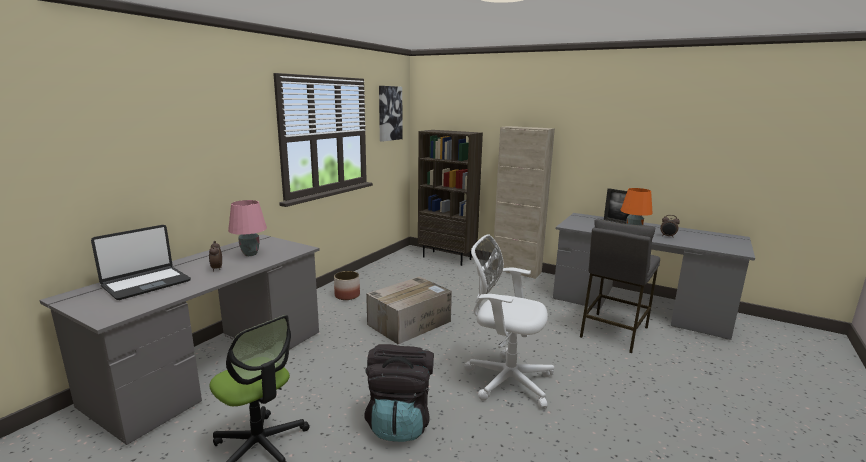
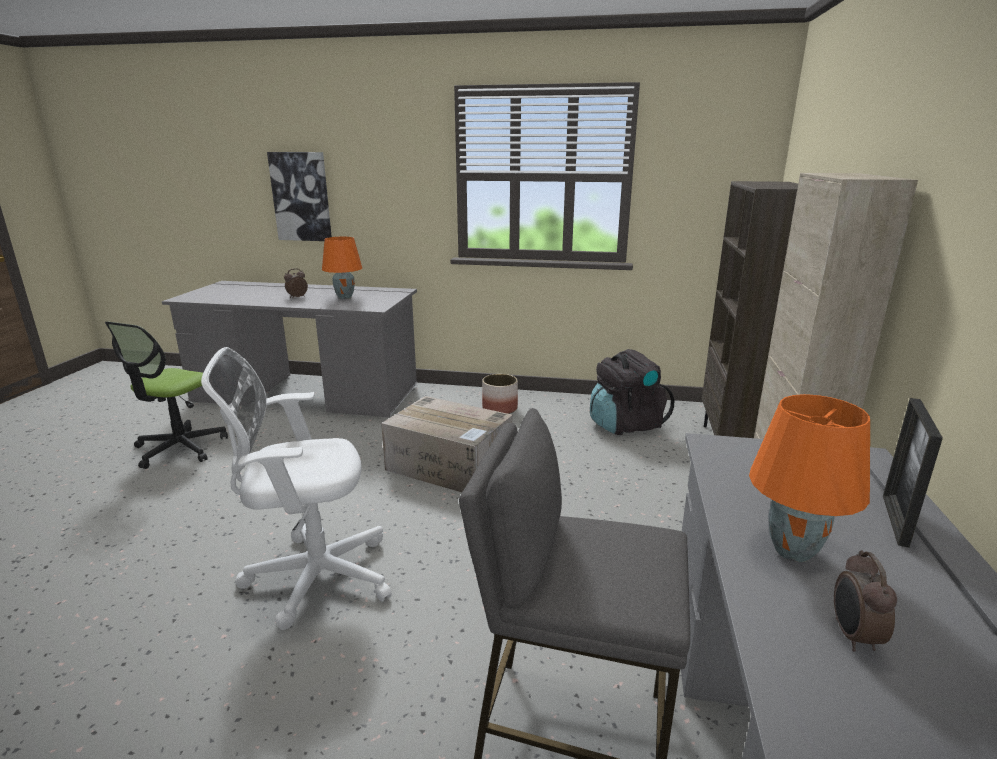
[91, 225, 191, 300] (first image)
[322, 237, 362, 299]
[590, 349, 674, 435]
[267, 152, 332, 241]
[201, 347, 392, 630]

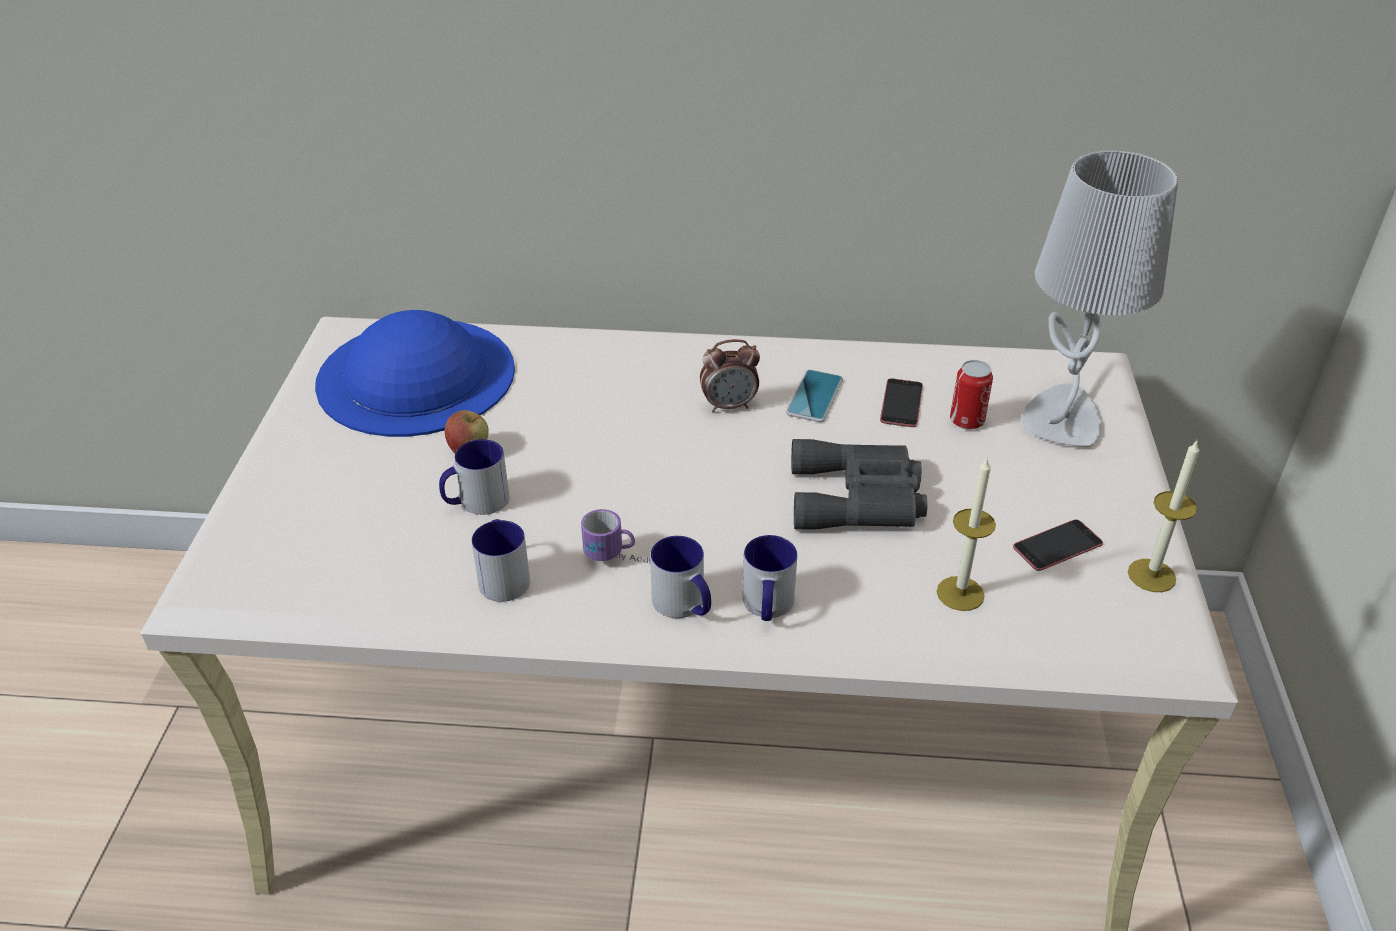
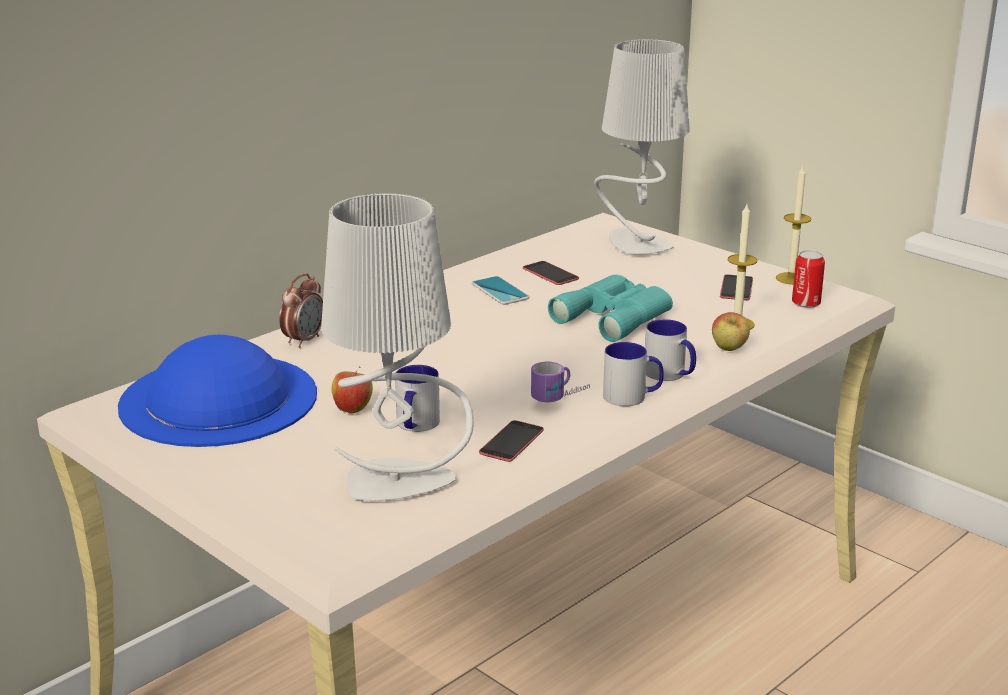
[479, 420, 544, 462]
[279, 273, 323, 348]
[548, 275, 673, 342]
[792, 250, 825, 308]
[321, 193, 474, 501]
[712, 312, 750, 351]

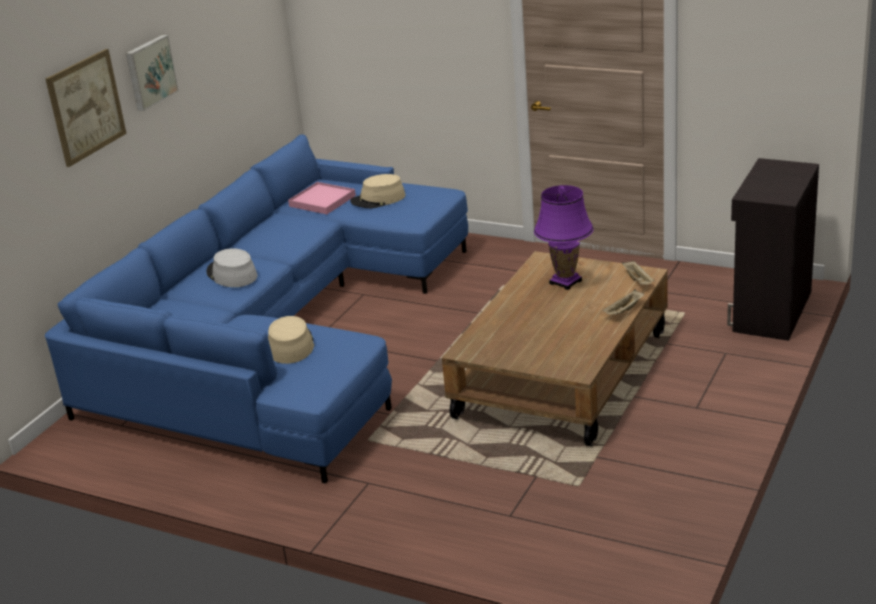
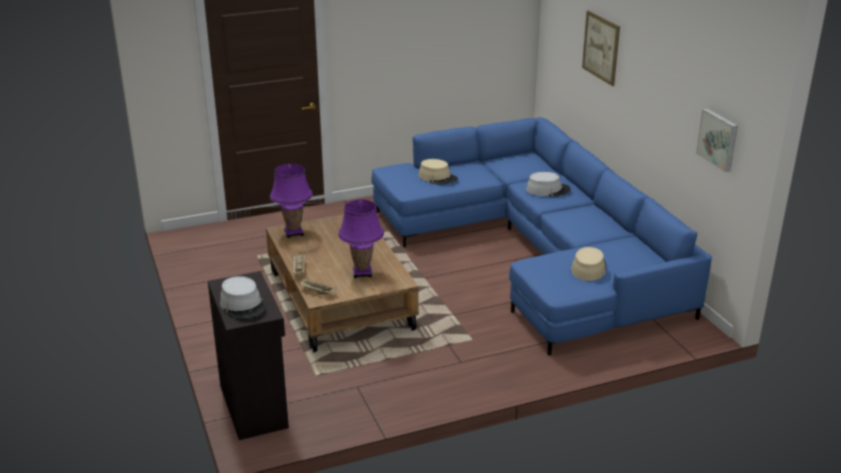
[696, 108, 738, 172]
[288, 182, 356, 214] (first image)
[220, 276, 267, 319]
[270, 164, 313, 238]

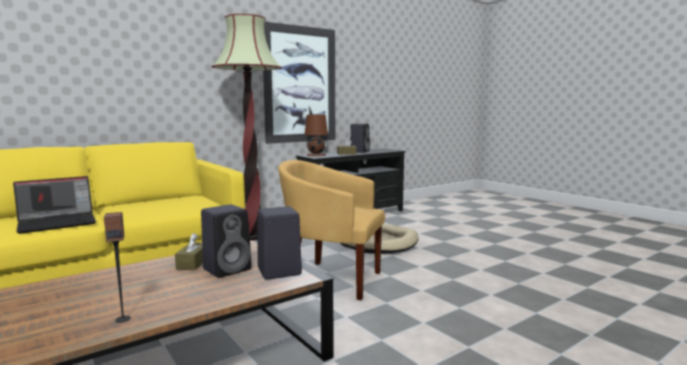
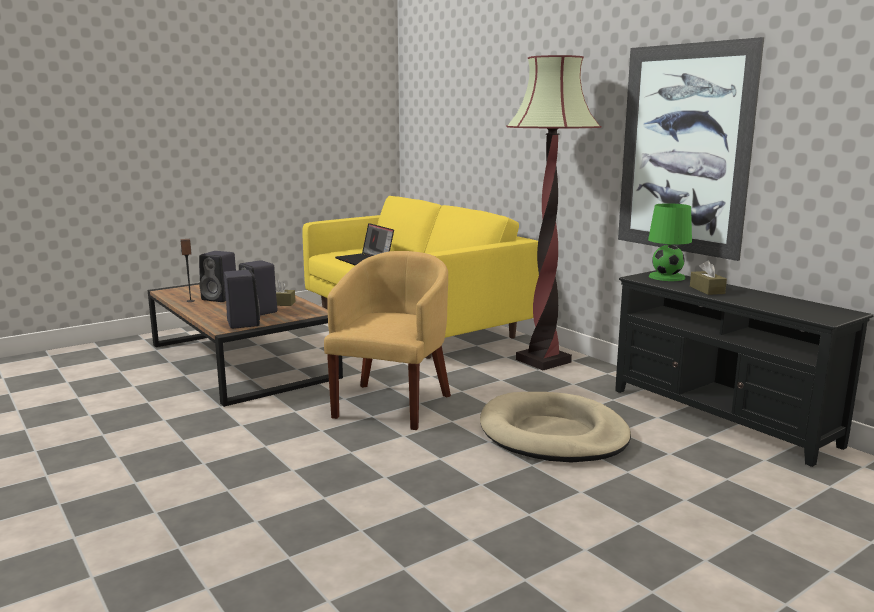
[648, 203, 692, 281]
[199, 251, 236, 302]

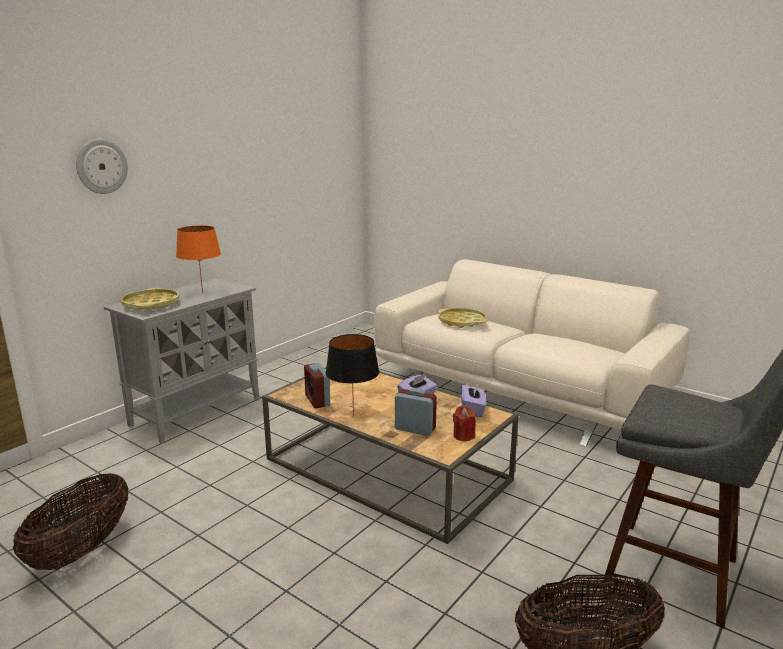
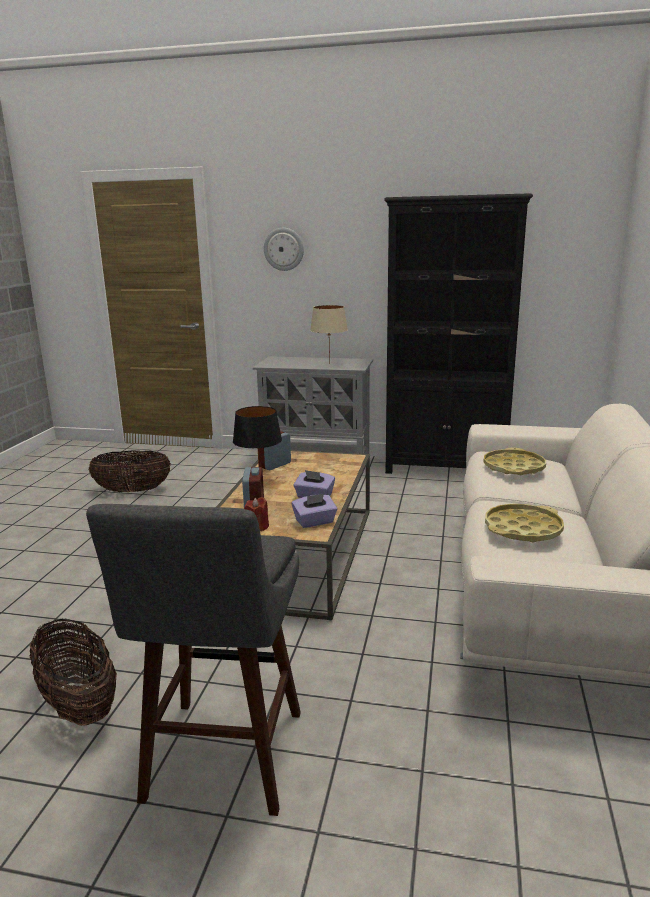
[485, 504, 564, 542]
[310, 305, 348, 364]
[384, 193, 533, 474]

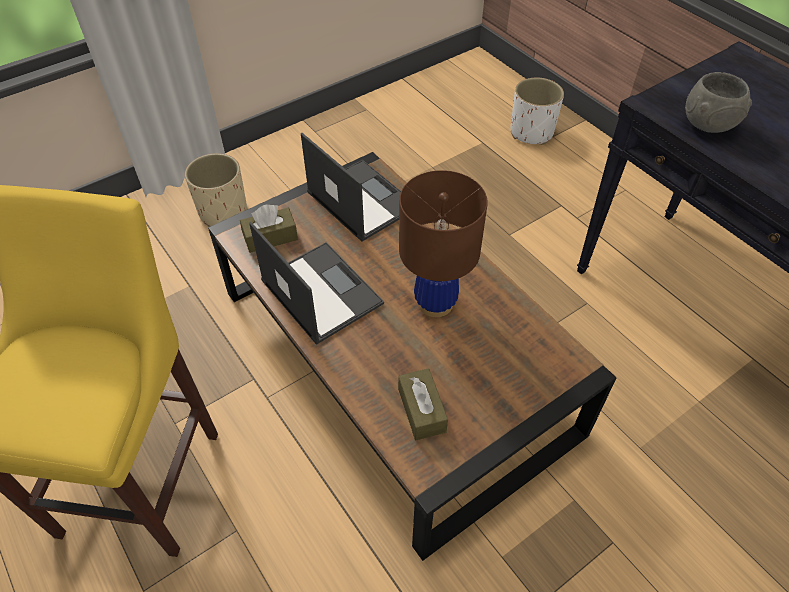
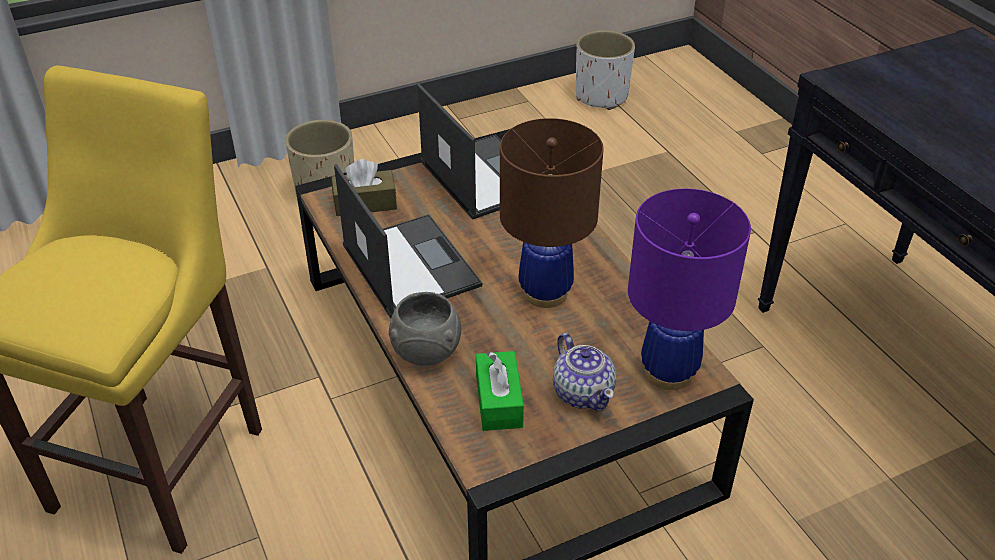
[476, 351, 524, 431]
[576, 30, 635, 110]
[389, 292, 461, 366]
[553, 333, 616, 411]
[628, 189, 751, 390]

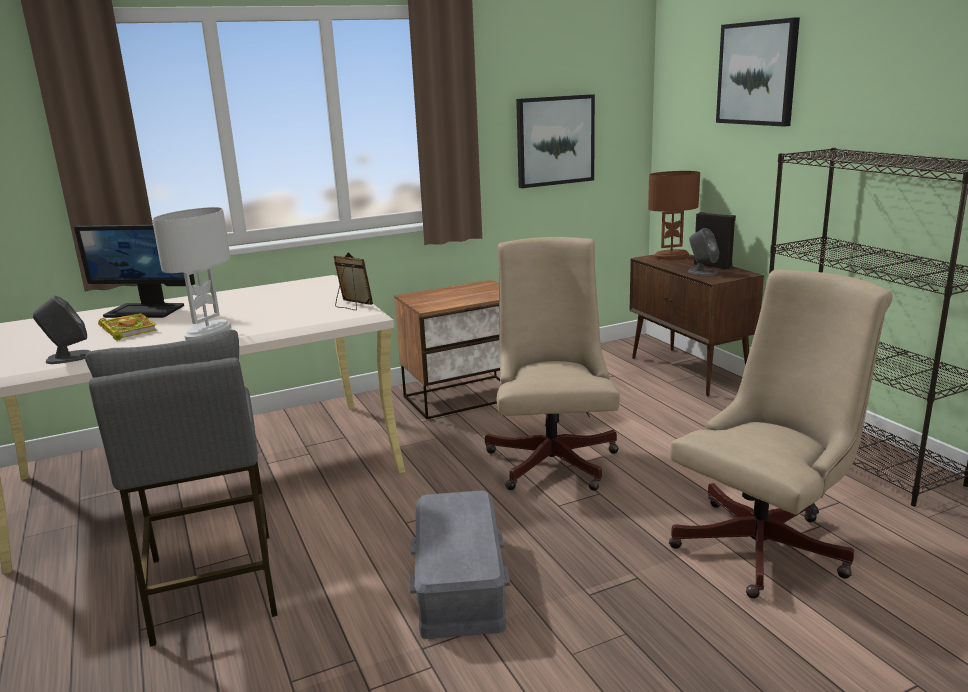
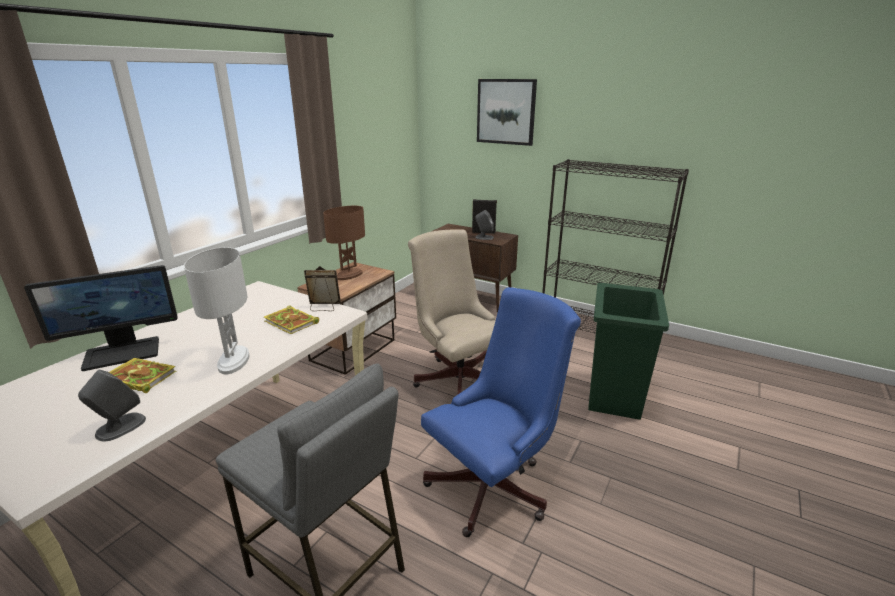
[421, 287, 581, 537]
[516, 94, 595, 188] (first image)
[323, 206, 365, 280]
[588, 283, 669, 420]
[264, 305, 319, 334]

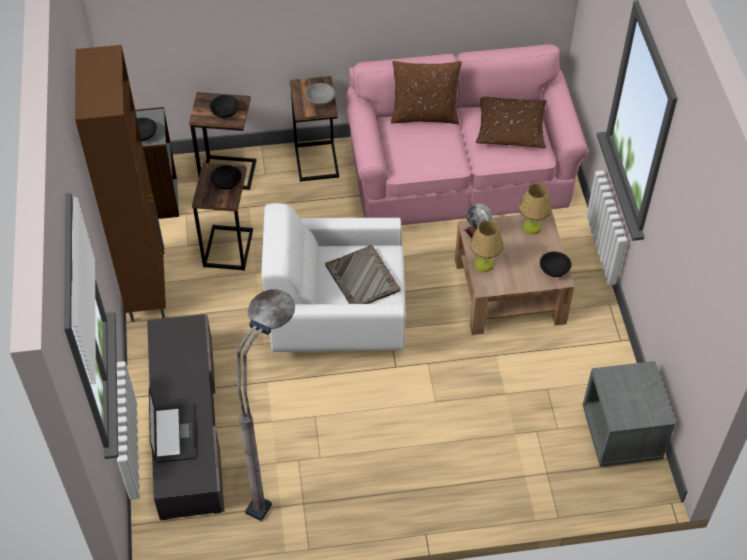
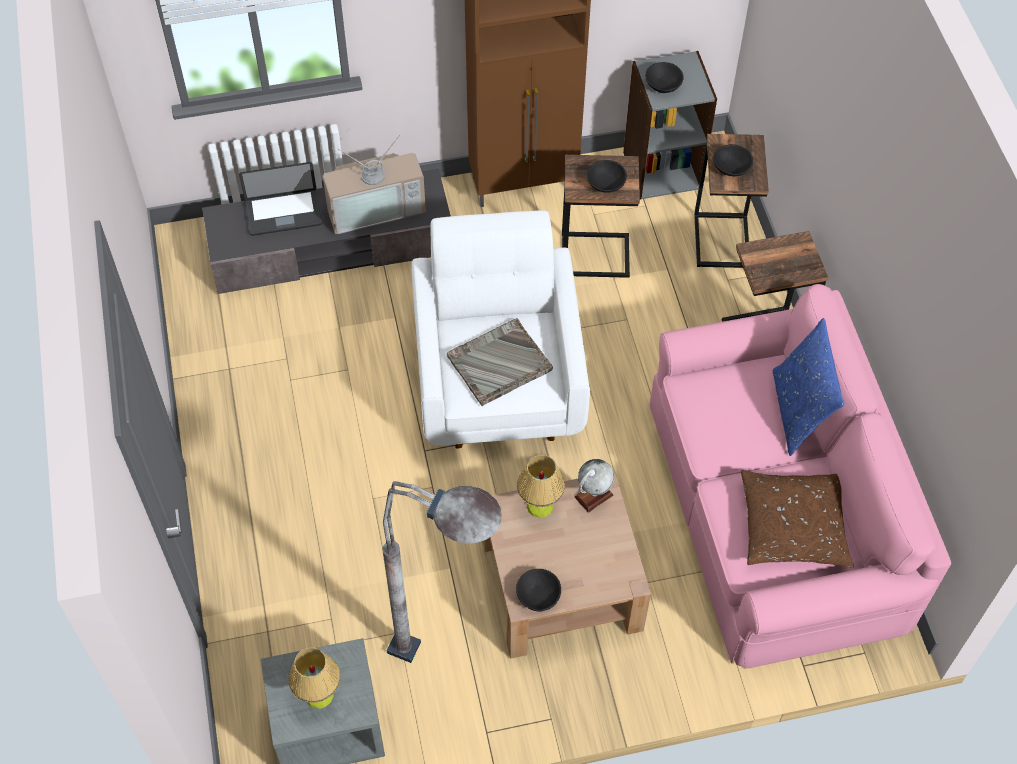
[383, 481, 502, 663]
[305, 83, 335, 105] (first image)
[773, 318, 844, 456]
[288, 647, 340, 709]
[323, 135, 426, 234]

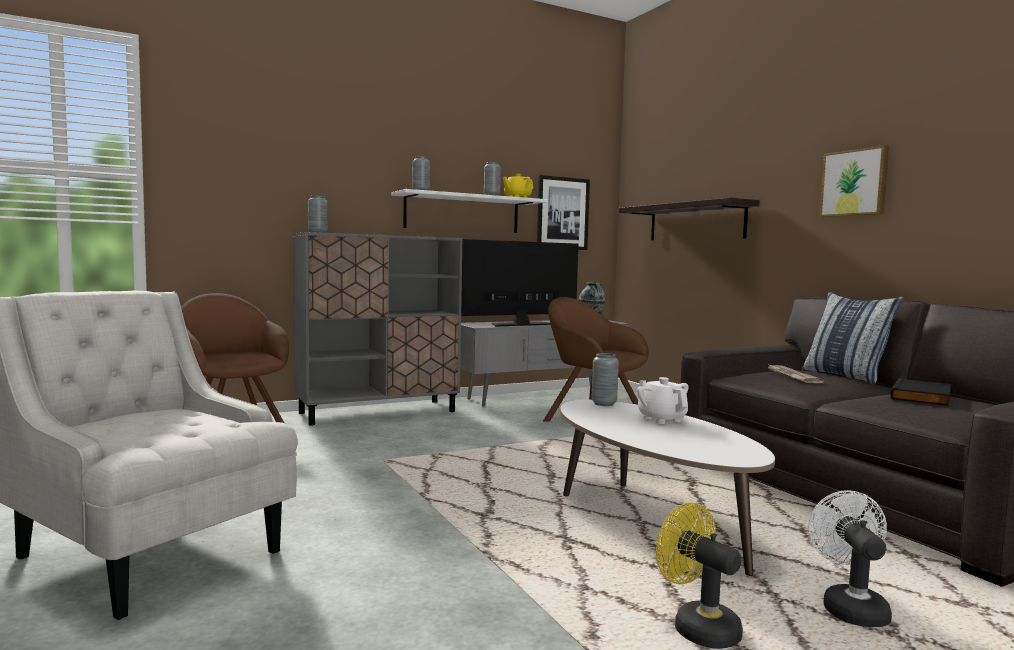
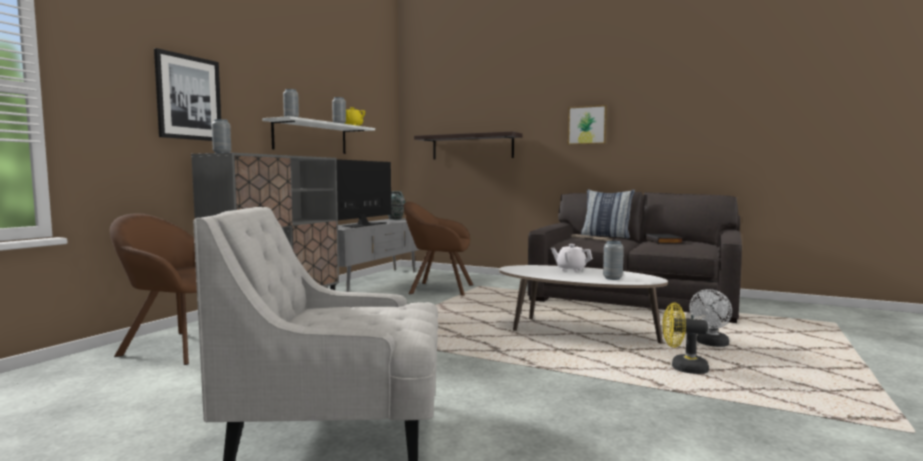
[154, 48, 221, 141]
[603, 241, 624, 280]
[689, 289, 732, 347]

